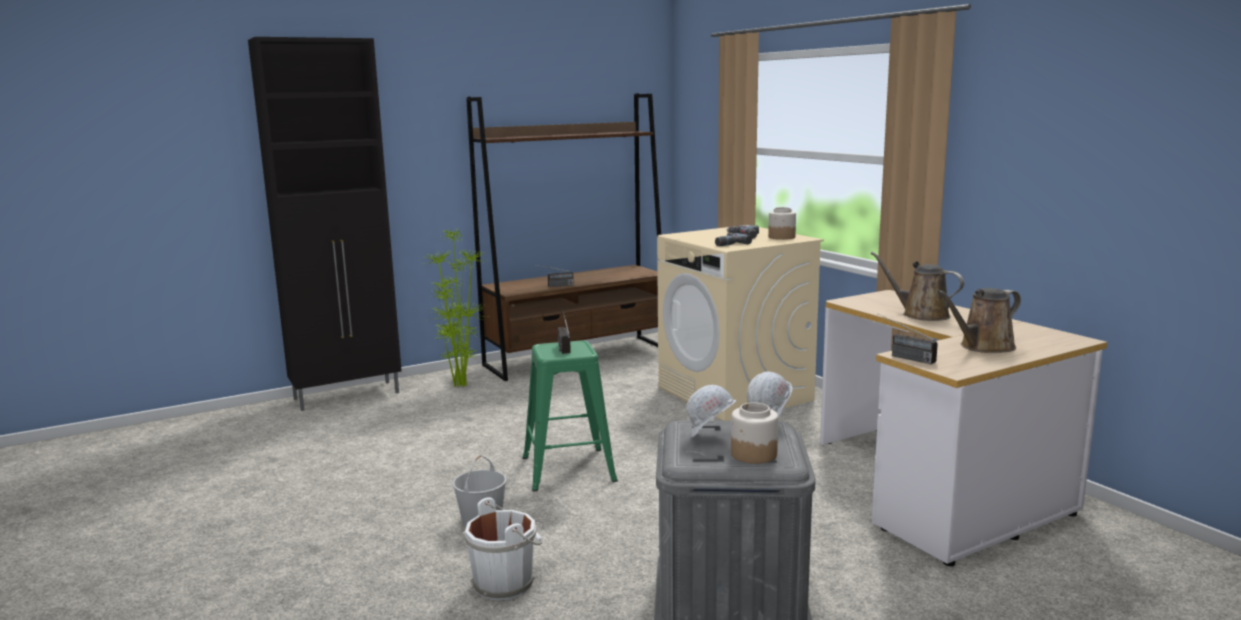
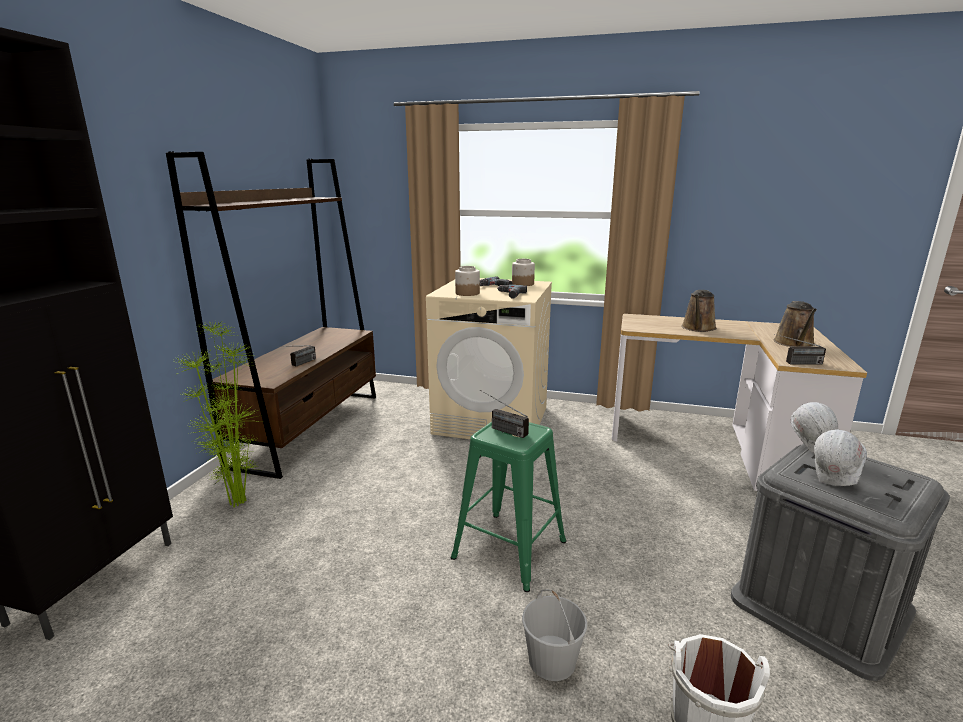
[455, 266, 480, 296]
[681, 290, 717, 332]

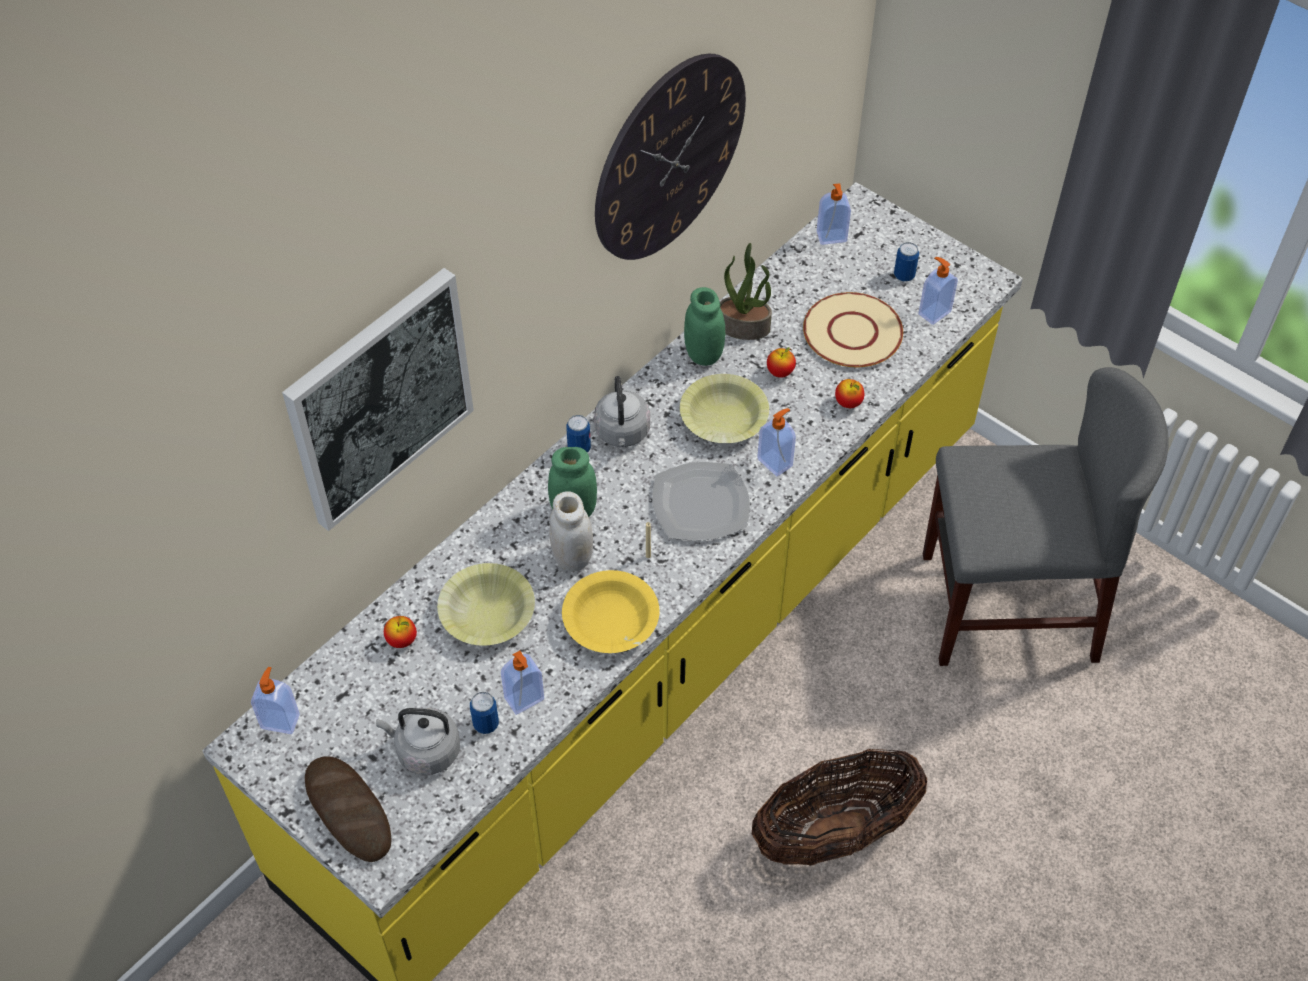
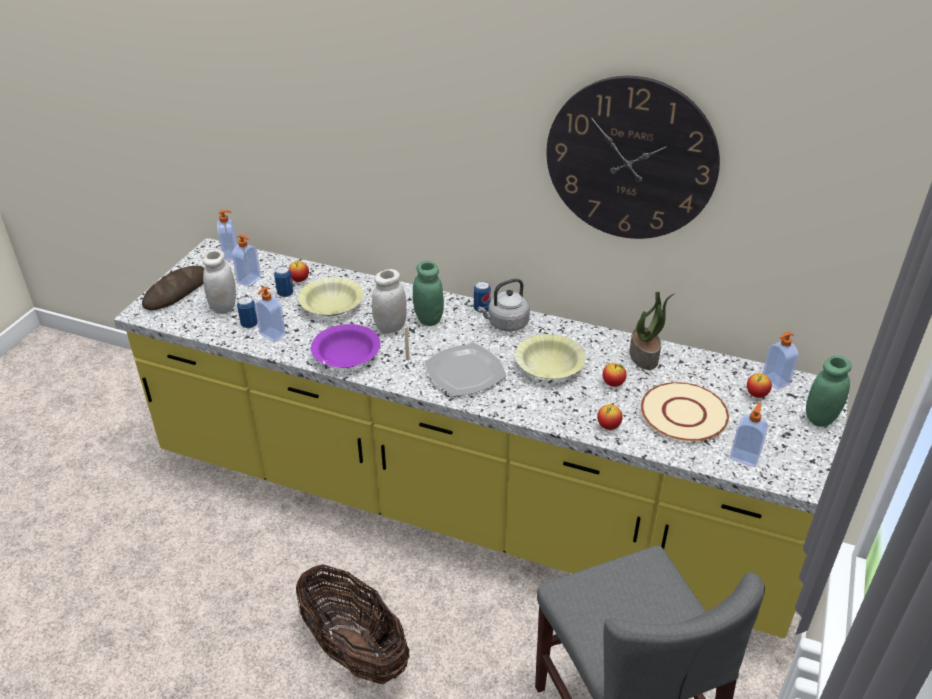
[282, 268, 474, 531] (first image)
[203, 250, 236, 314]
[311, 324, 381, 368]
[806, 356, 852, 427]
[232, 234, 261, 287]
[274, 266, 294, 297]
[747, 373, 772, 398]

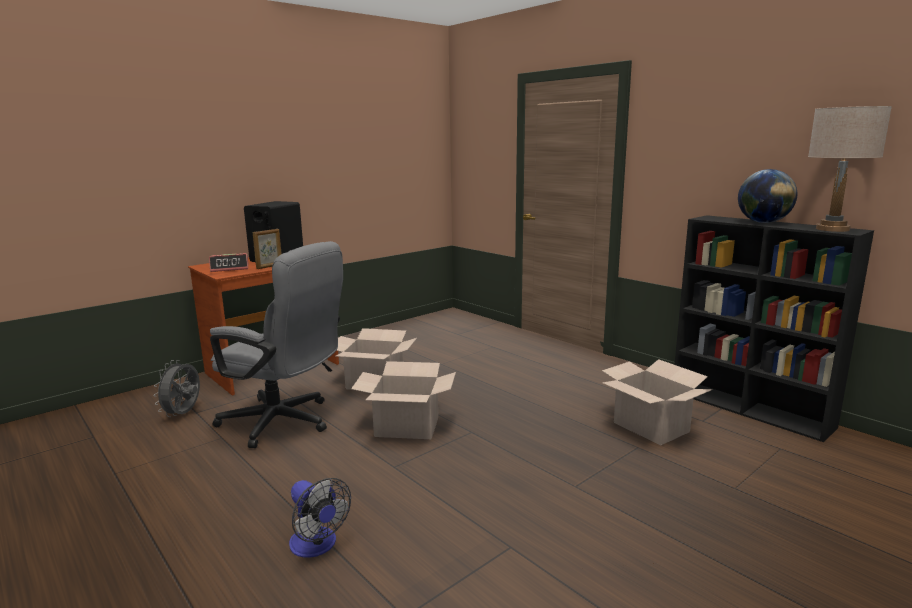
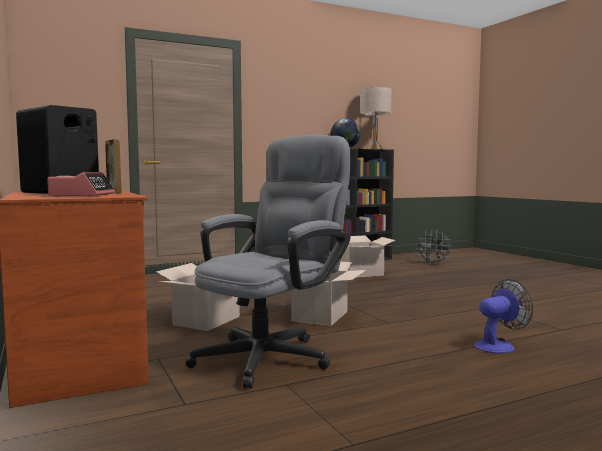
[416, 229, 452, 264]

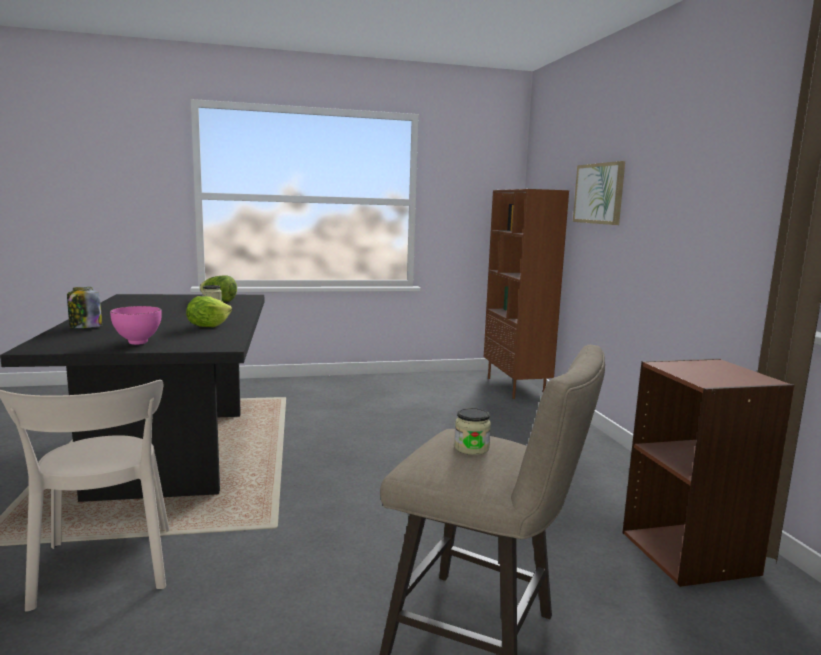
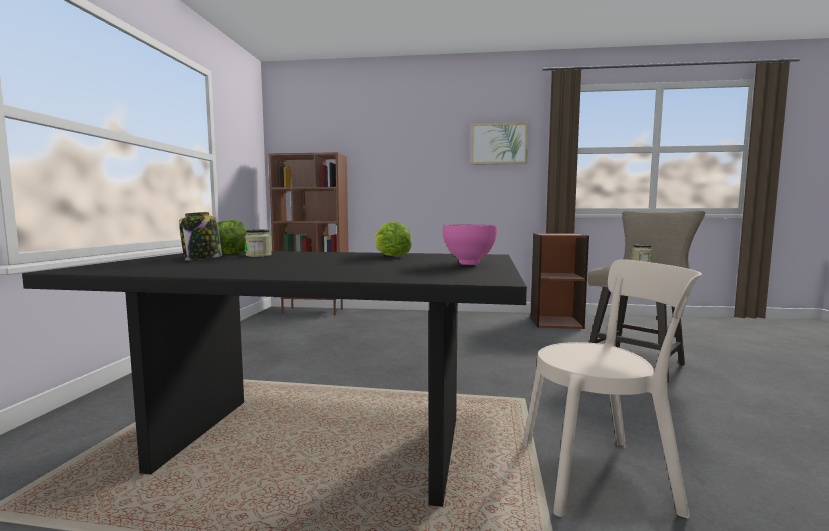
[179, 212, 222, 261]
[471, 122, 528, 165]

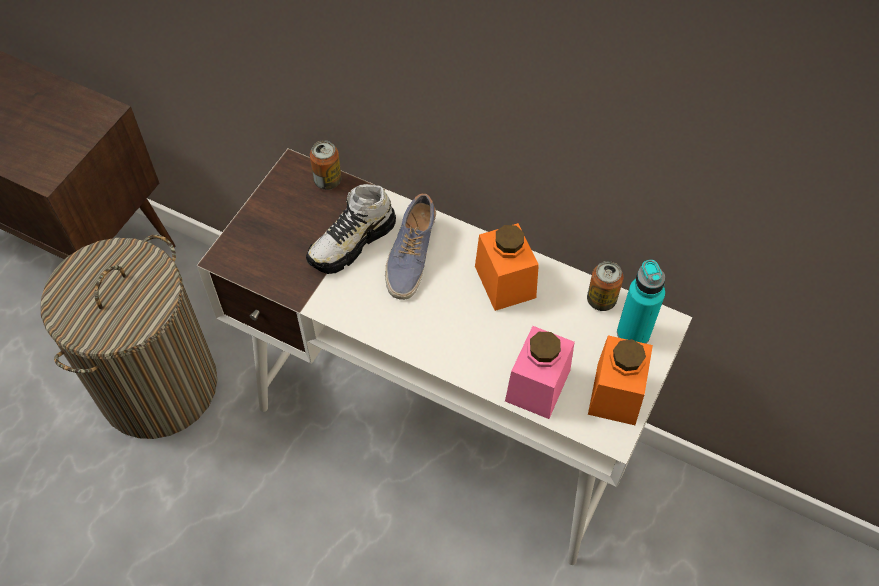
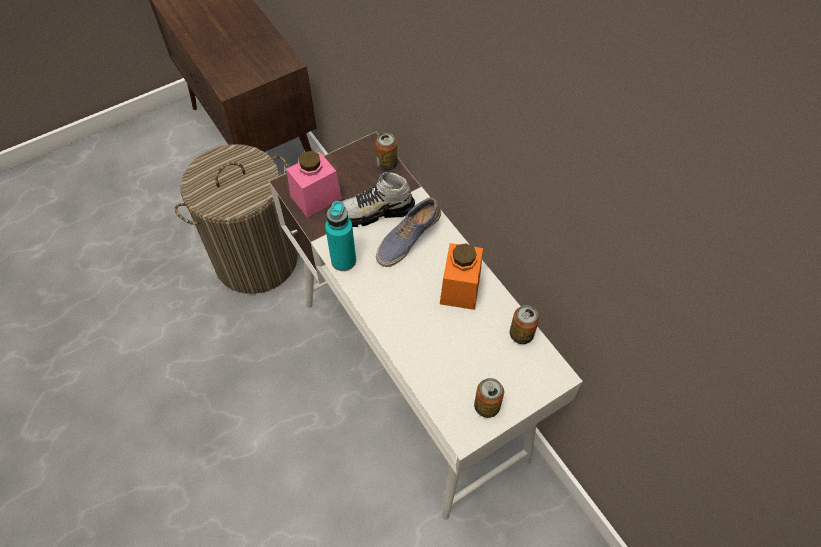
[286, 151, 342, 218]
[474, 378, 504, 418]
[325, 201, 356, 271]

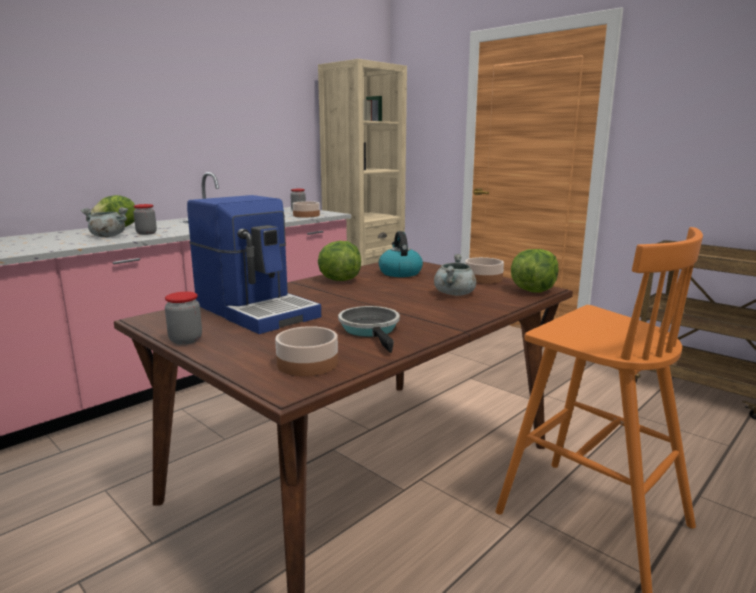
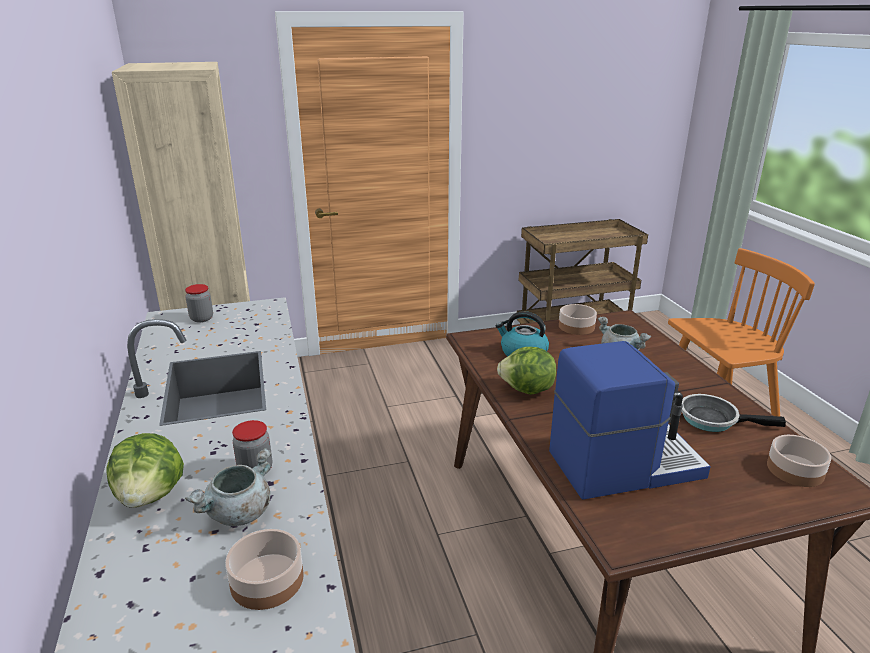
[165, 292, 202, 345] (first image)
[225, 529, 304, 610]
[511, 249, 558, 293] (first image)

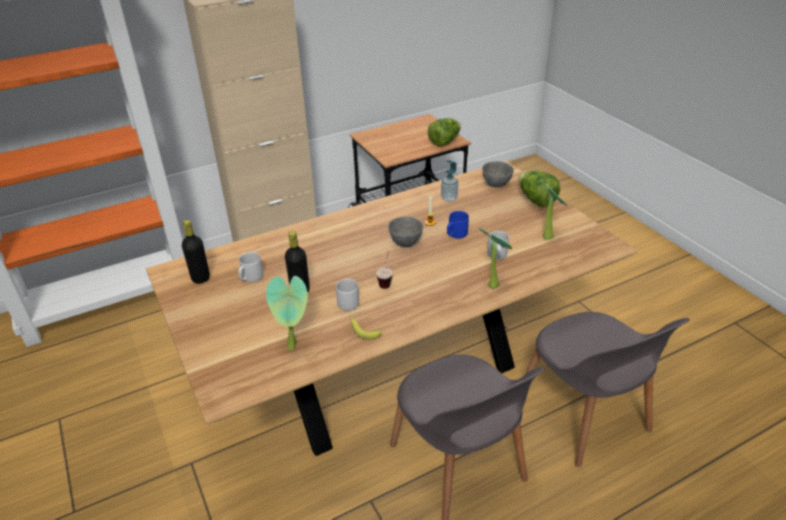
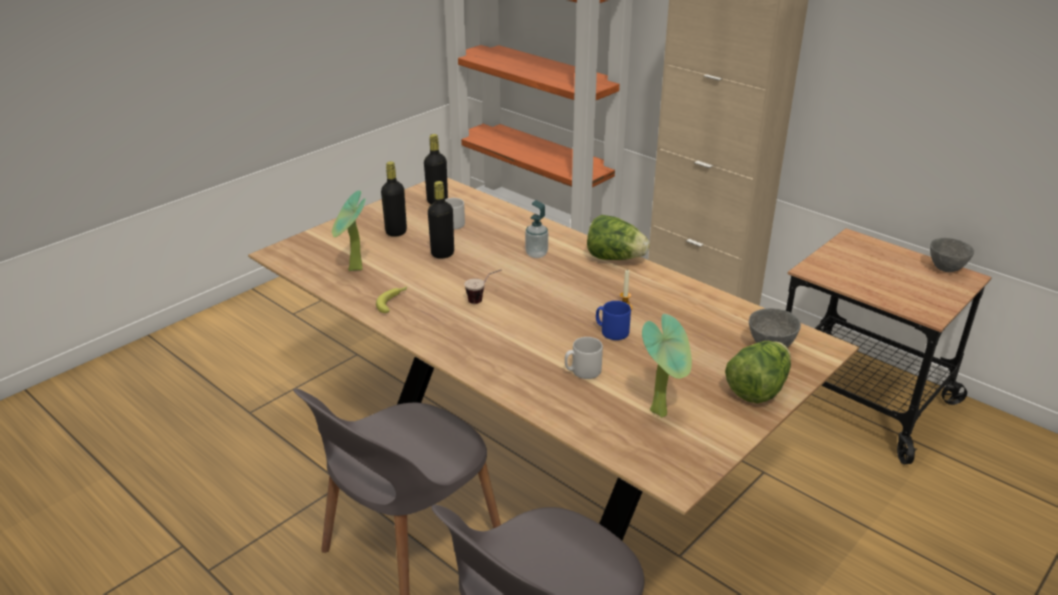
[336, 279, 359, 311] (first image)
[930, 238, 974, 272]
[587, 215, 650, 260]
[525, 200, 548, 258]
[479, 228, 512, 289] (first image)
[381, 161, 407, 237]

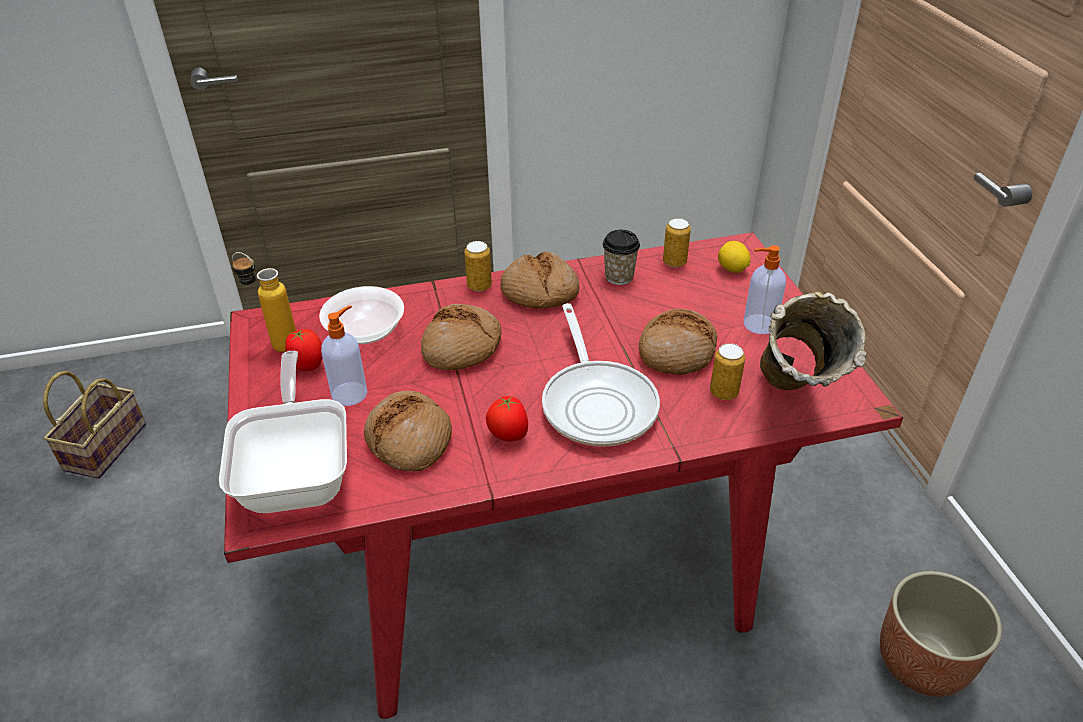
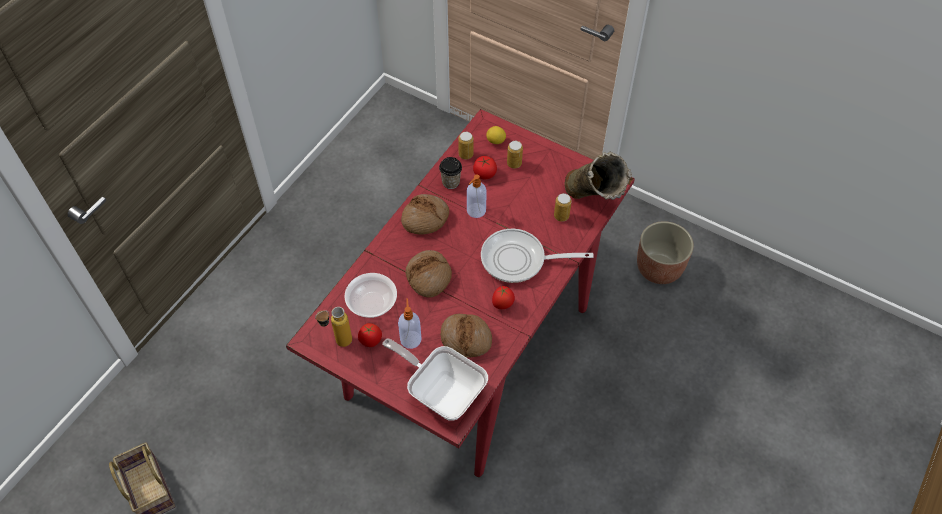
[507, 141, 523, 168]
[481, 229, 593, 283]
[638, 309, 718, 375] (first image)
[467, 174, 487, 218]
[473, 156, 497, 179]

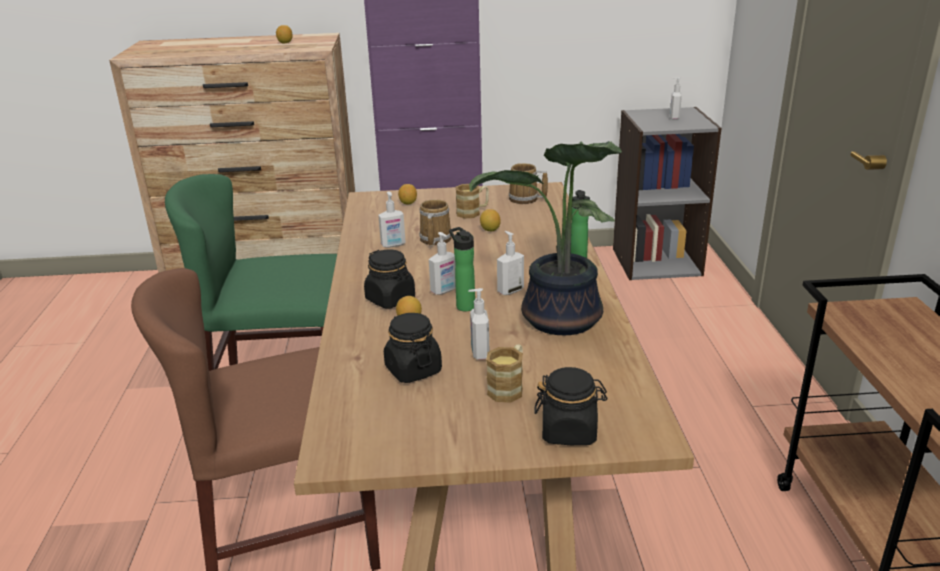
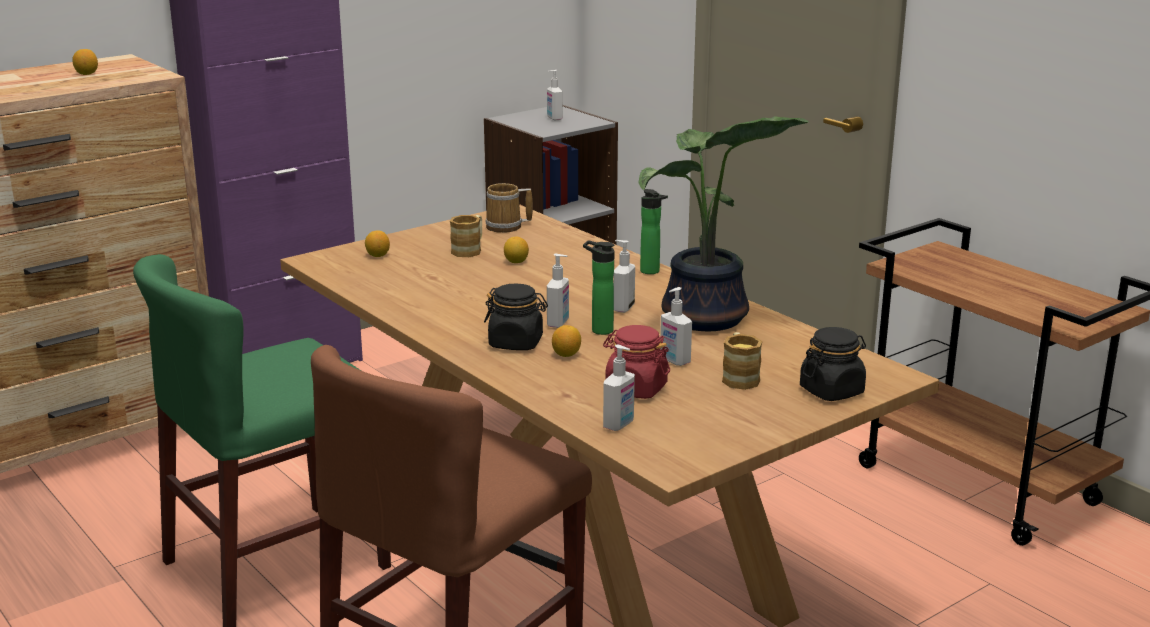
[603, 345, 635, 431]
[603, 325, 670, 399]
[419, 199, 452, 246] (first image)

